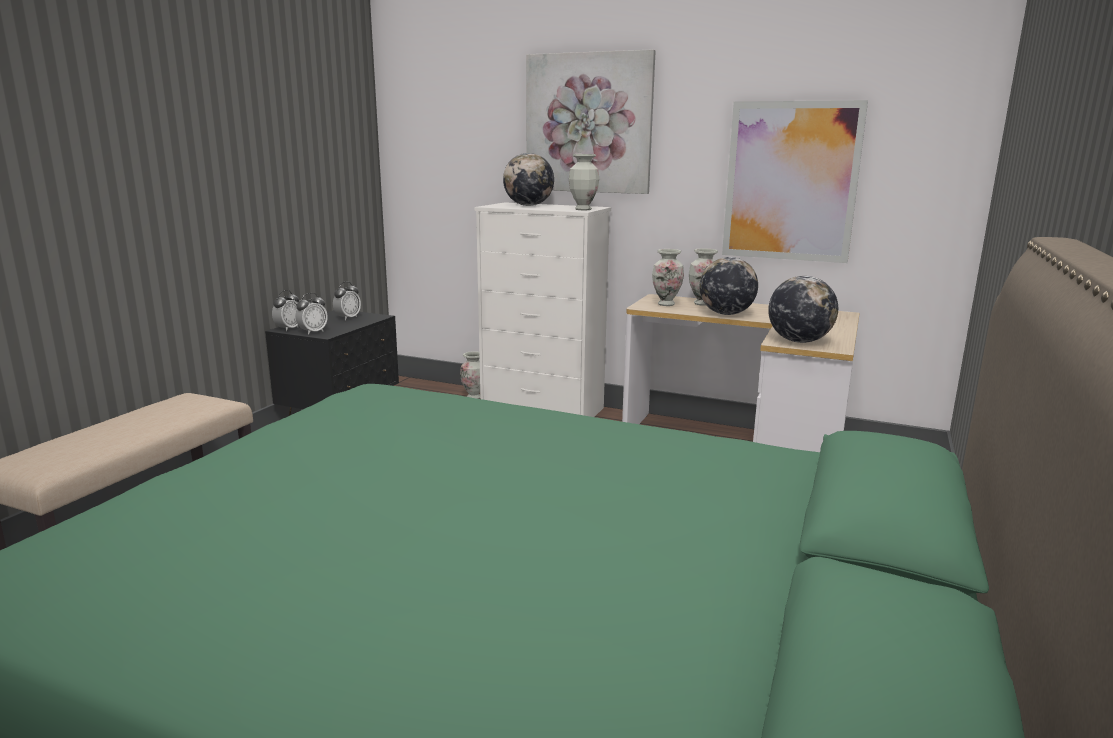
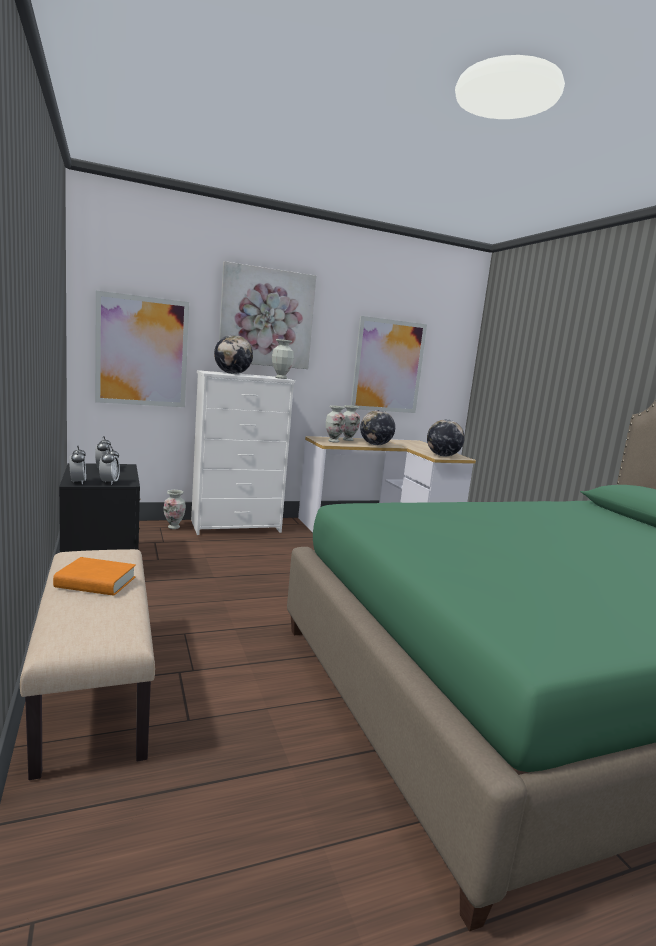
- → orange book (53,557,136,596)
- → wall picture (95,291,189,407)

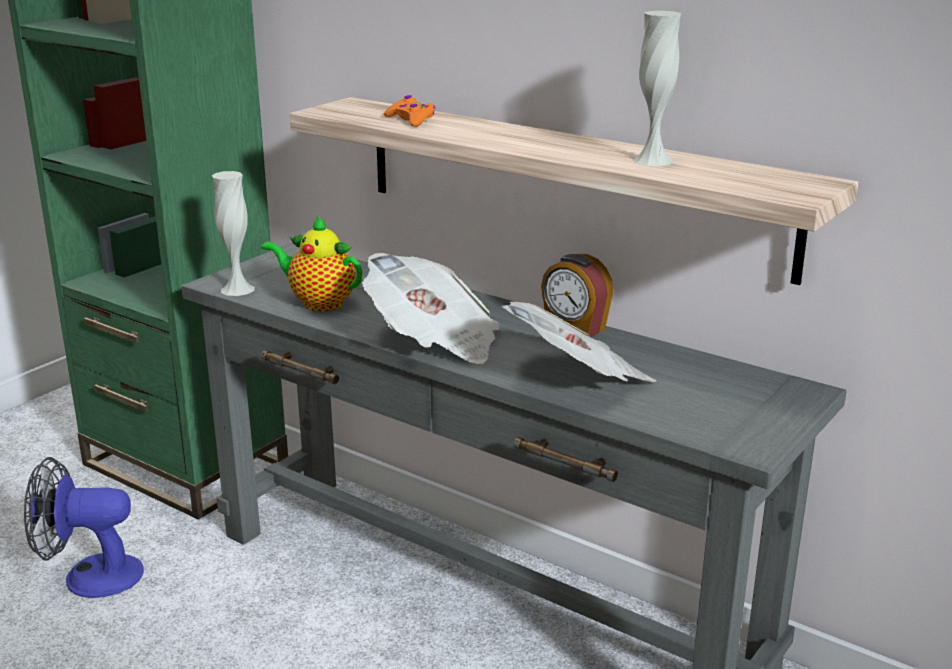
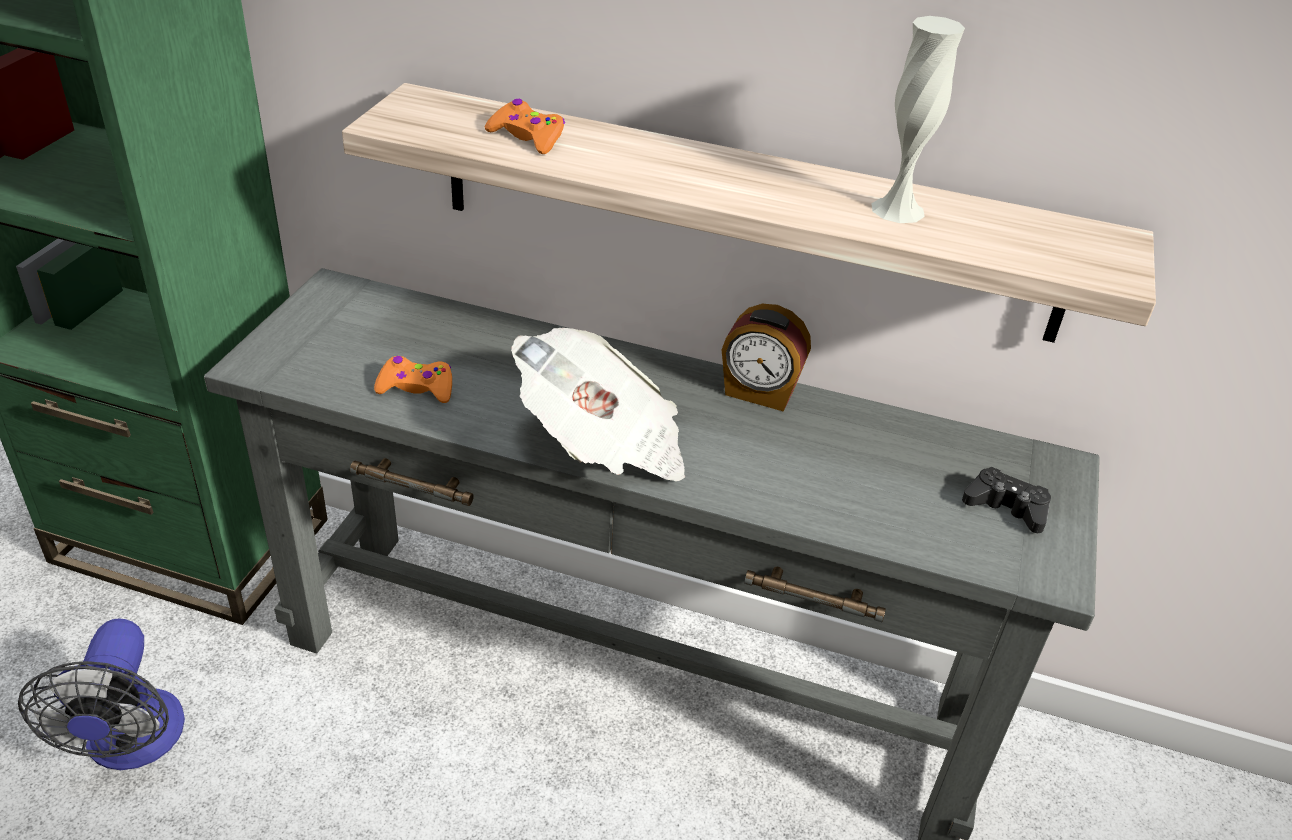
electric fan (24,457,144,598) → electric fan (18,618,185,770), 75 degrees counterclockwise
tea pot (261,216,362,311) → orange joypad (374,356,452,403)
- → blackish joypad (962,467,1051,533)
white vase (212,171,254,296) → -
newspaper (501,302,656,382) → -

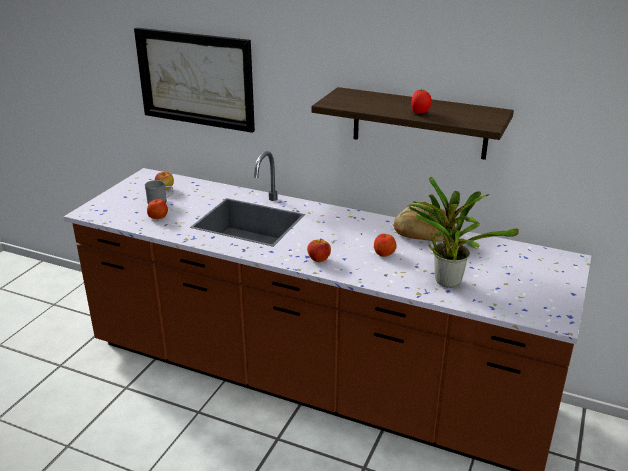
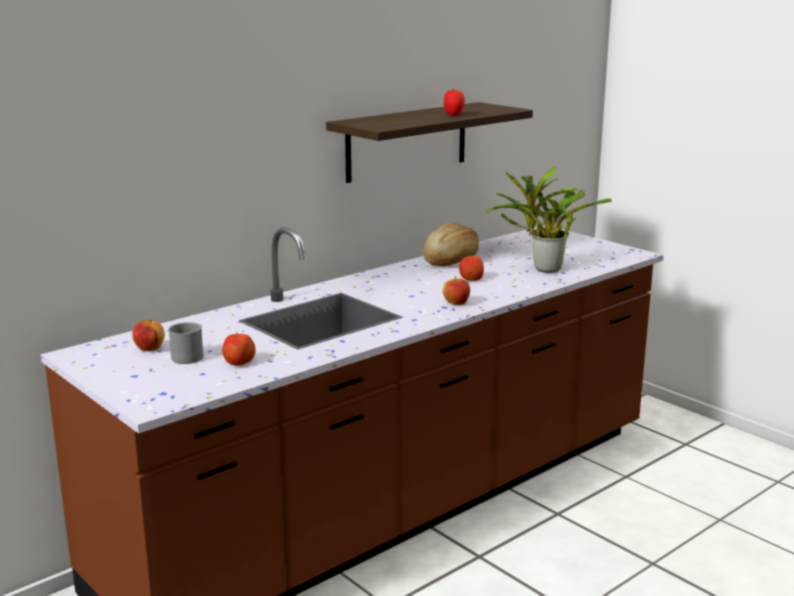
wall picture (134,28,255,133) → -

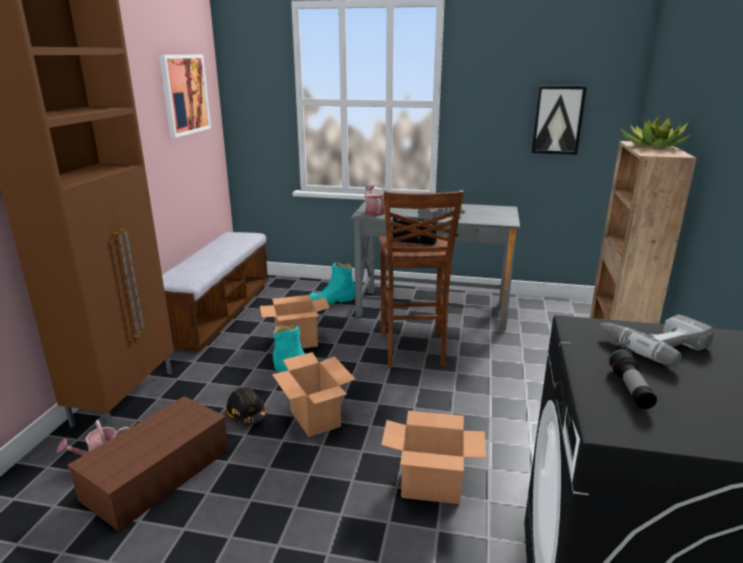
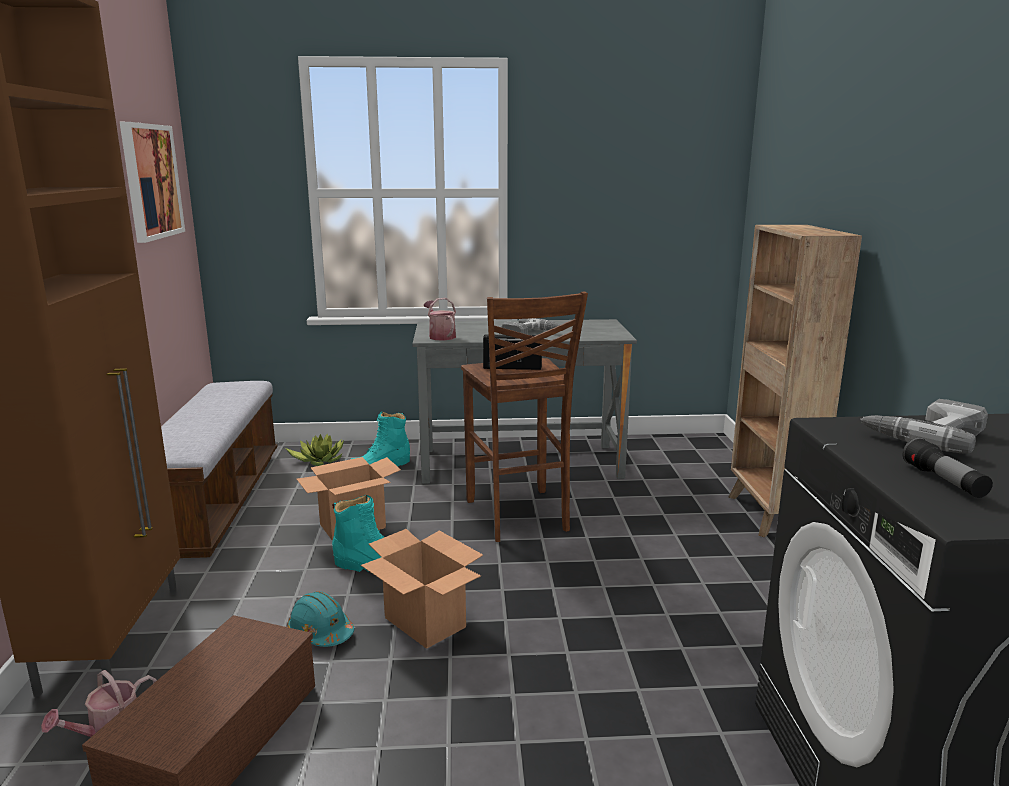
plant in a pot (620,116,692,149) → plant in a pot (285,434,344,466), shifted
blackish hard hat (225,387,267,425) → turquoise hard hat (287,591,354,647)
carton (381,411,486,504) → -
wall picture (531,85,587,155) → -

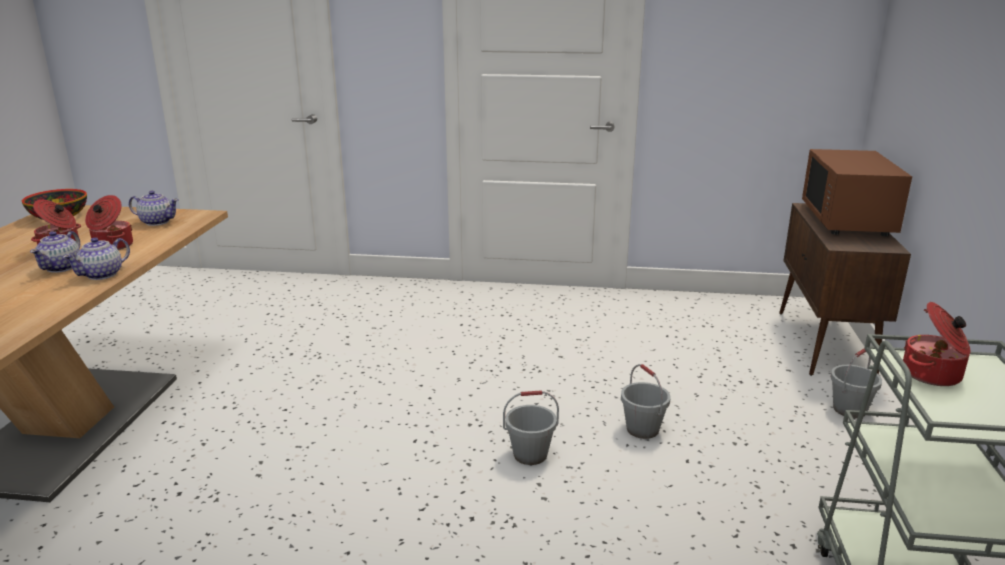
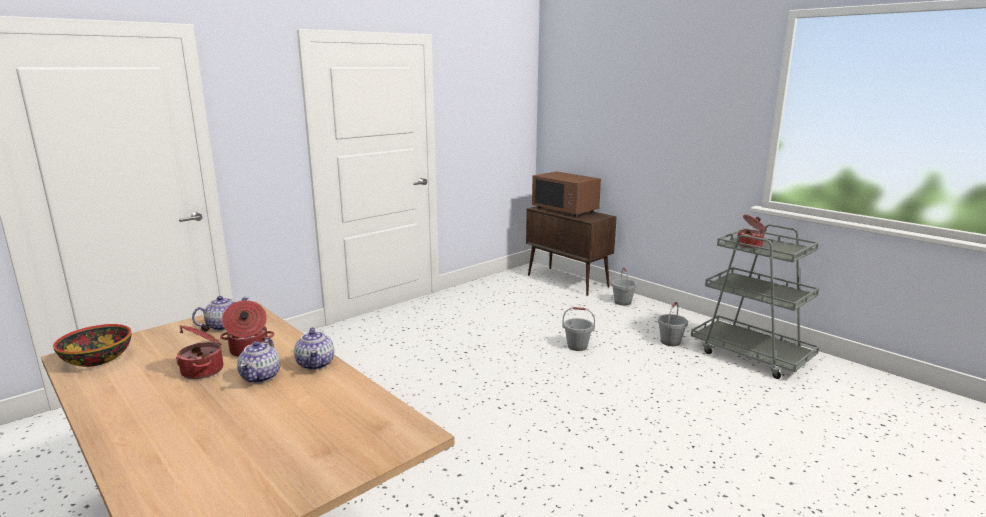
tea pot (30,231,80,273) → tea pot (237,338,280,383), 45 degrees clockwise
gray pail (503,390,559,465) → gray pail (658,302,688,346), shifted

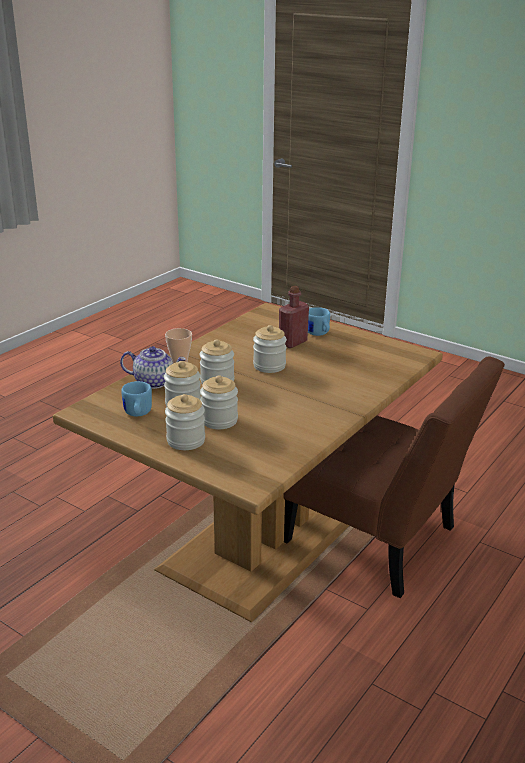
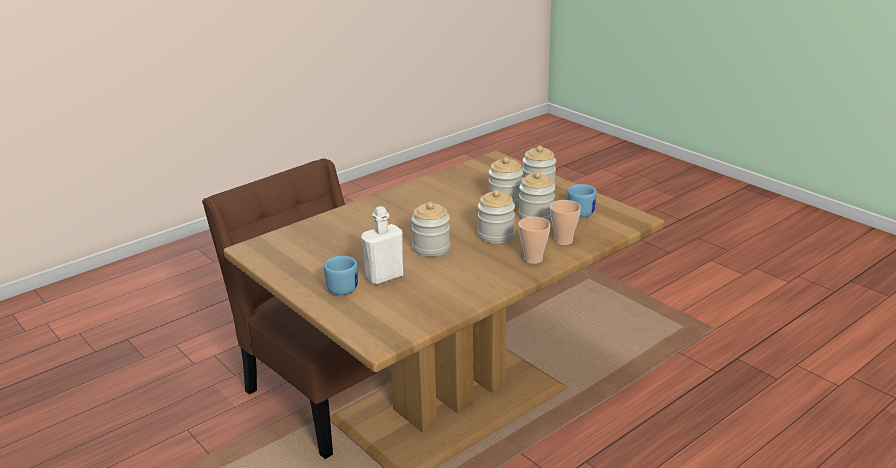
red drink bottle (279,286,309,348) → white drink bottle (361,206,404,285)
tea pot (120,346,186,389) → drinking cup (550,200,581,245)

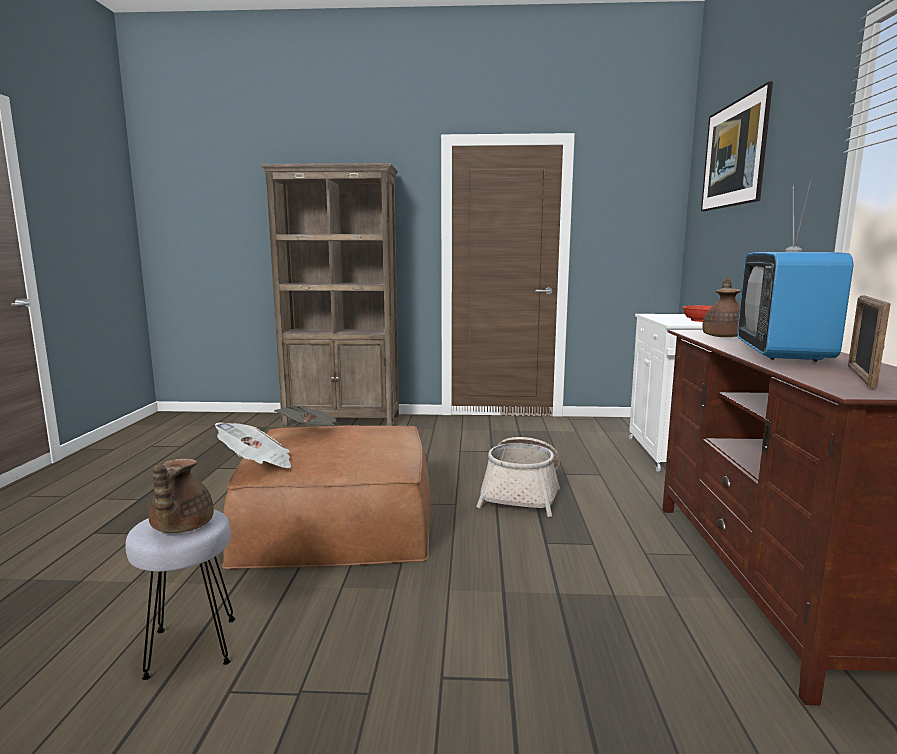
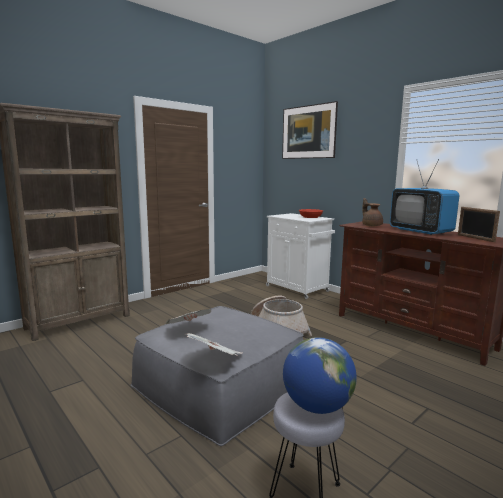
brown-coloured footrest (222,425,430,569) → gray footrest (131,306,304,446)
brown-coloured tea pot (148,458,214,533) → desk globe (283,337,357,414)

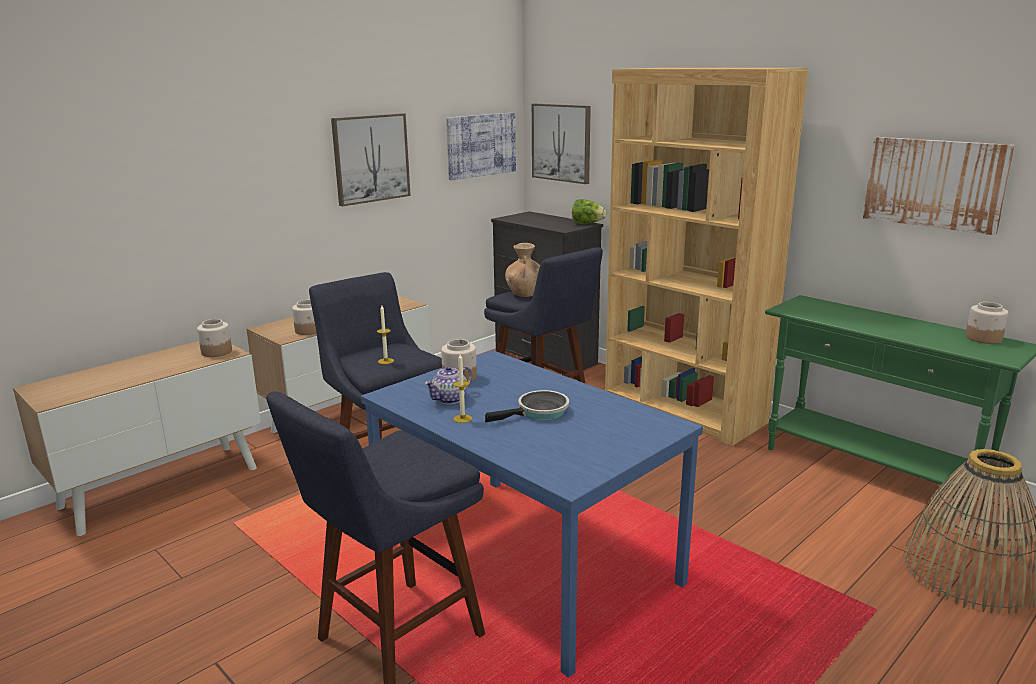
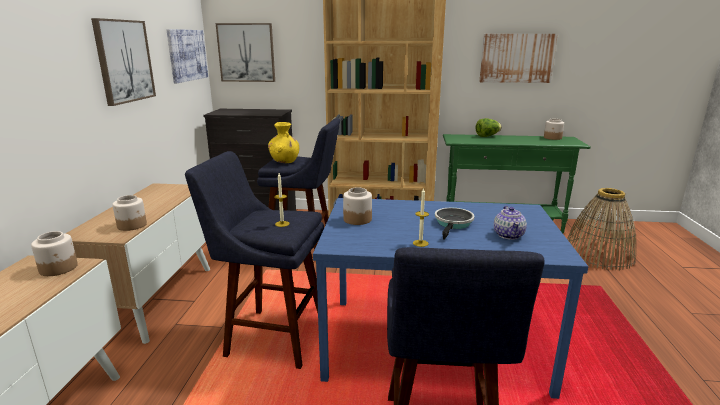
brown-coloured vase (505,243,540,297) → yellowish vase (268,122,299,163)
lettuce (572,199,606,224) → lettuce (476,118,502,137), shifted
tea pot (425,366,472,404) → tea pot (494,206,527,240), shifted

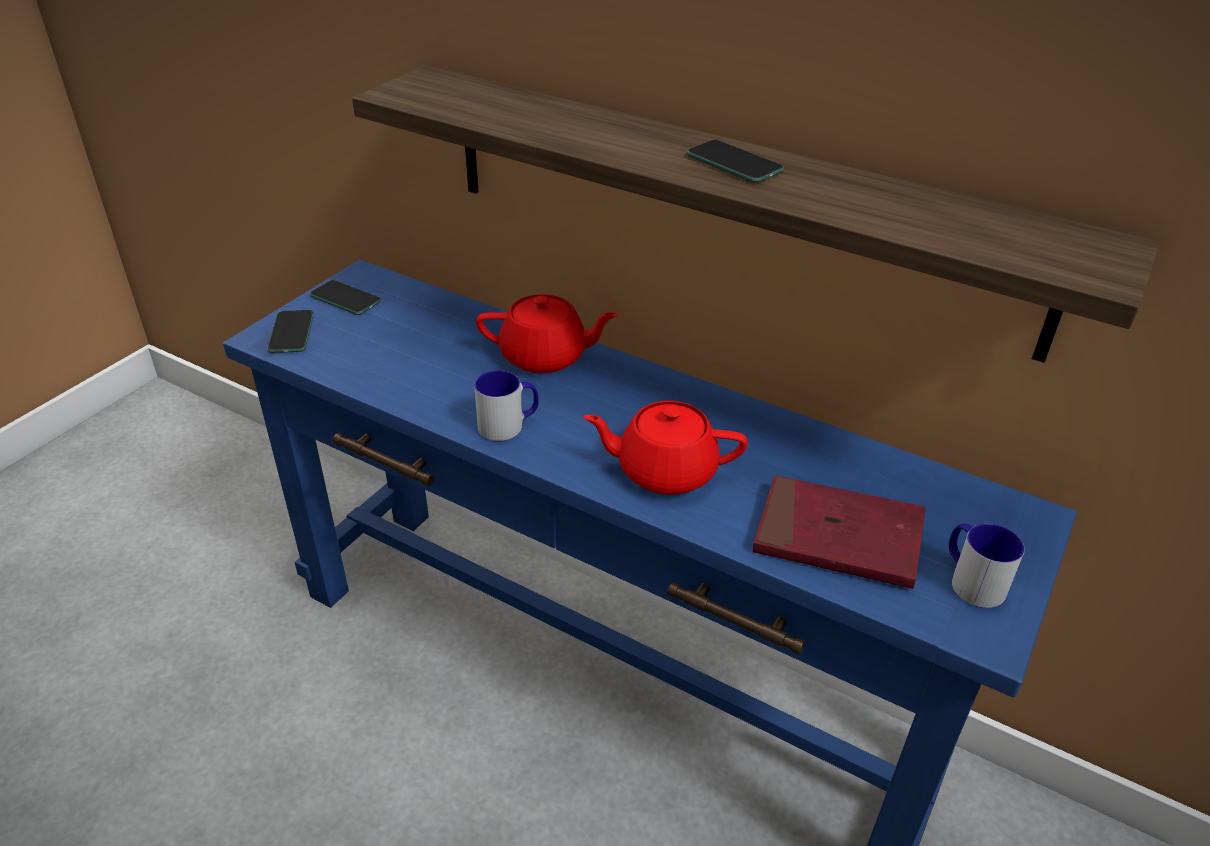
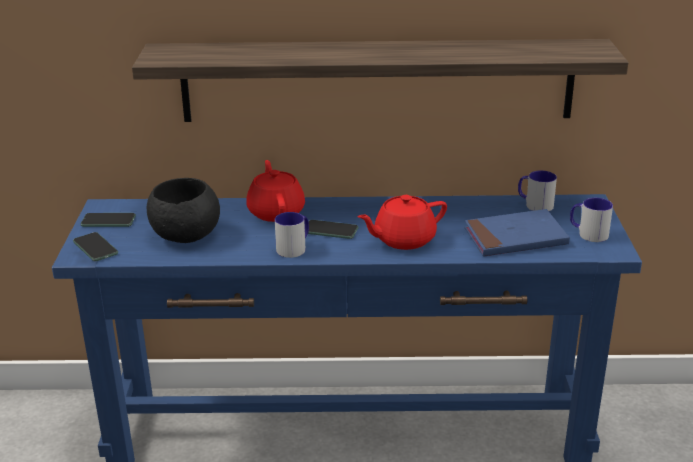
- → blackish bowl (147,178,220,243)
red tea pot (476,294,618,373) → red tea pot (246,160,305,222), 75 degrees counterclockwise
handset (687,140,784,183) → handset (308,220,359,239), shifted
red book (753,475,926,589) → bluish book (464,209,570,257)
- → tea mug (518,170,557,211)

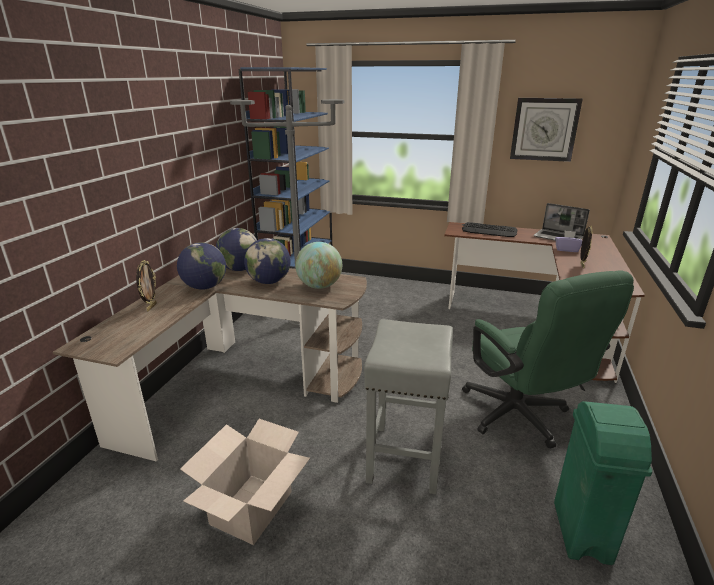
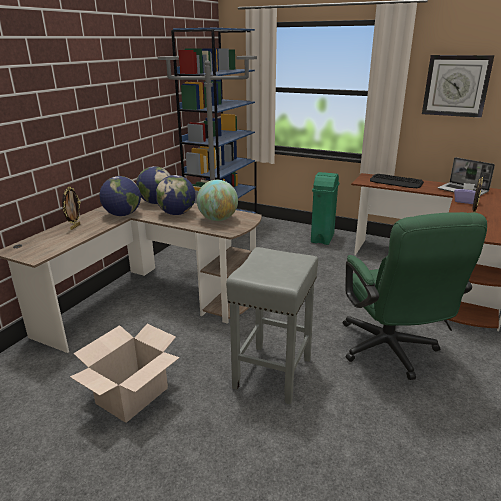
green-coloured trash can (554,401,652,565) → green-coloured trash can (311,172,339,245), shifted

